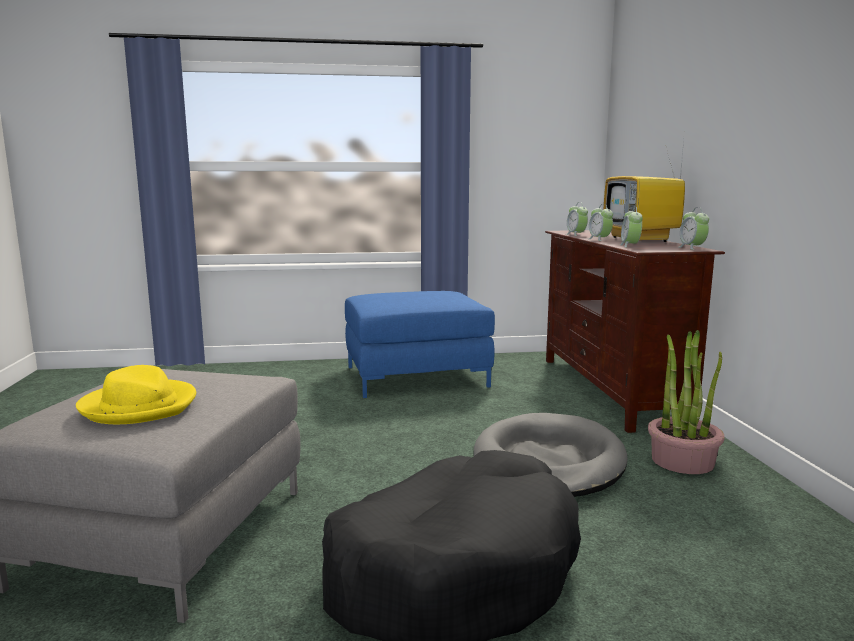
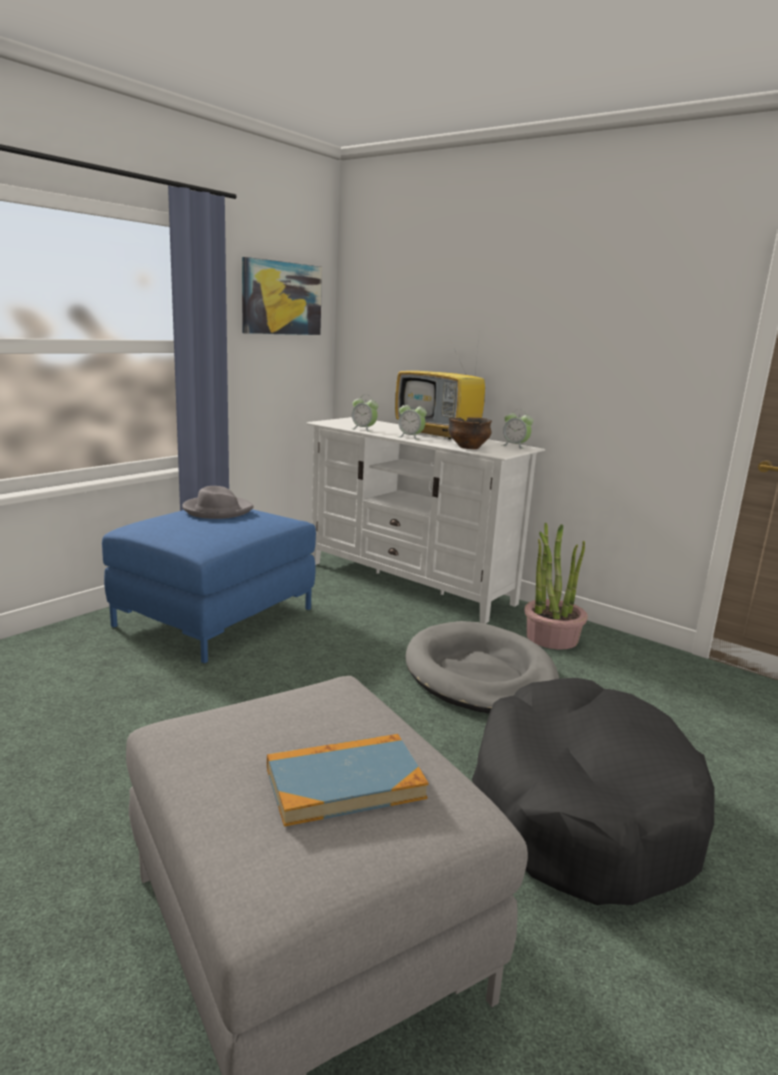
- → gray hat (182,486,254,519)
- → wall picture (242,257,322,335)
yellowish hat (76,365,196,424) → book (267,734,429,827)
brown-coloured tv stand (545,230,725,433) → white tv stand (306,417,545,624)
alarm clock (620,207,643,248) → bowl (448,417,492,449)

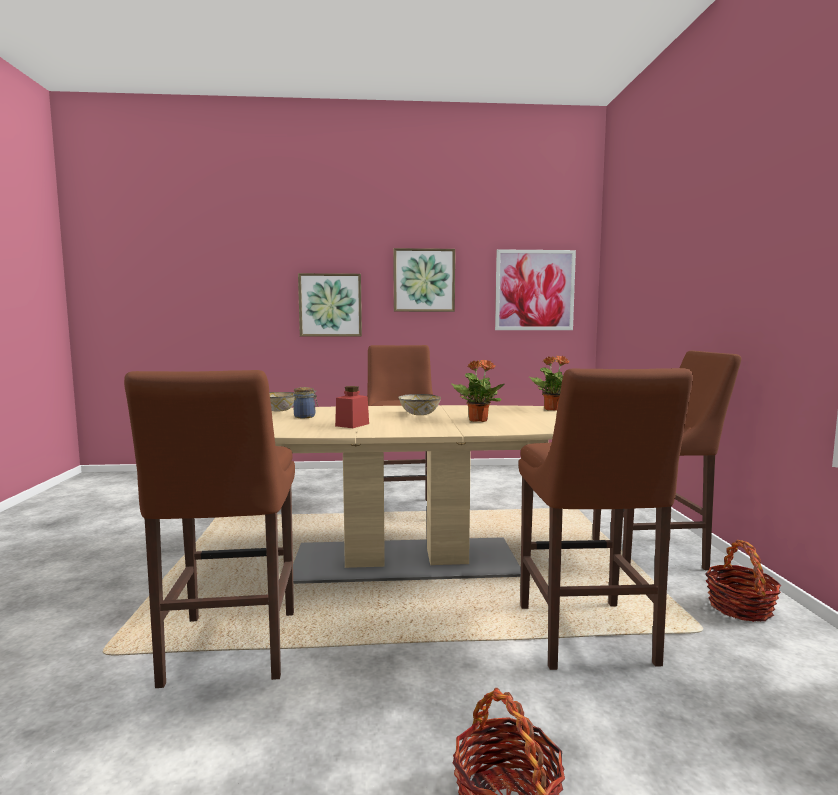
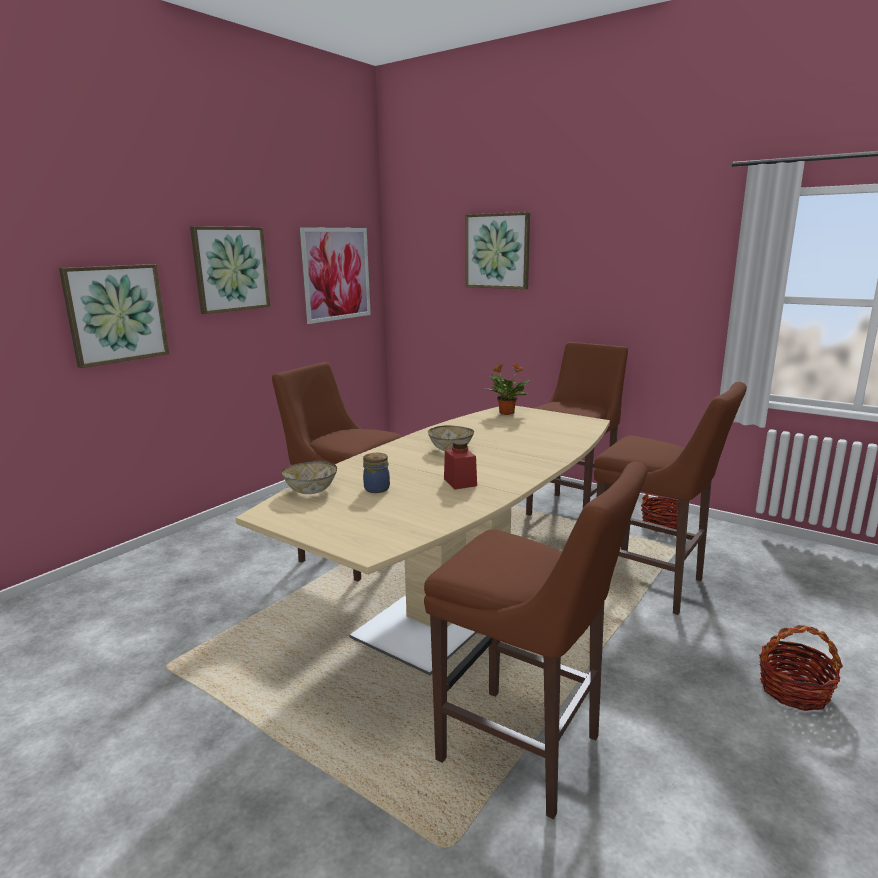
- → wall picture (465,212,530,289)
plant in a pot (451,360,504,422) → -

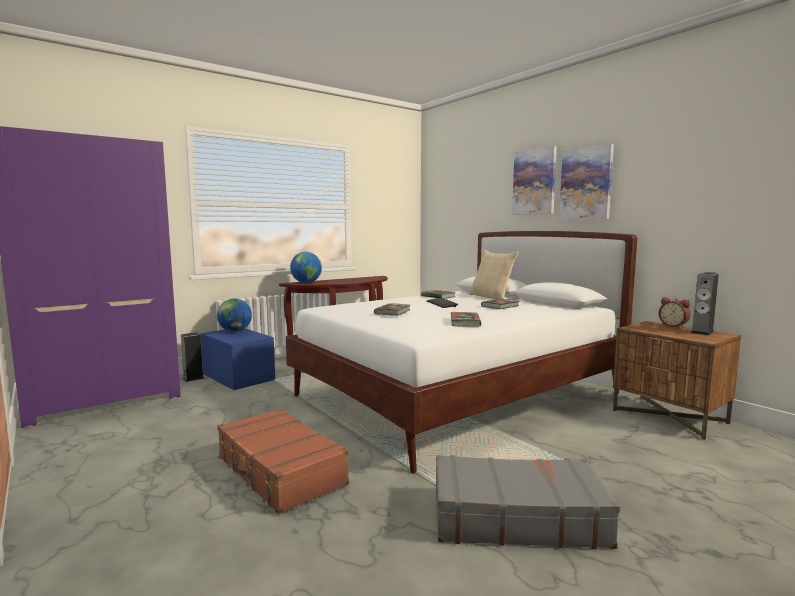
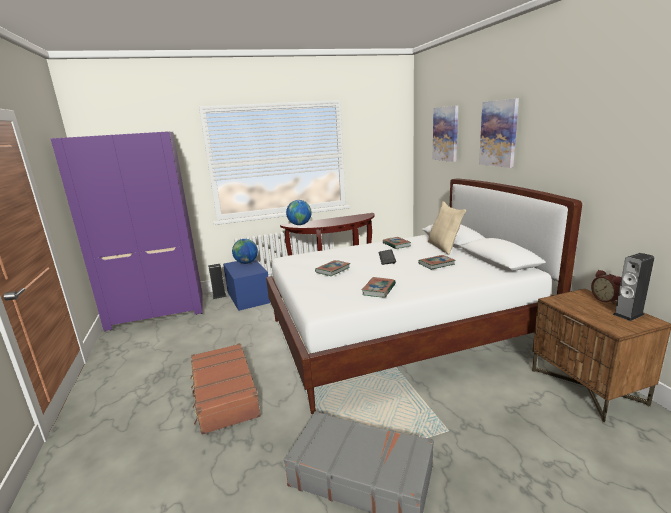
wall picture (559,144,614,220) → wall picture (433,106,458,162), shifted

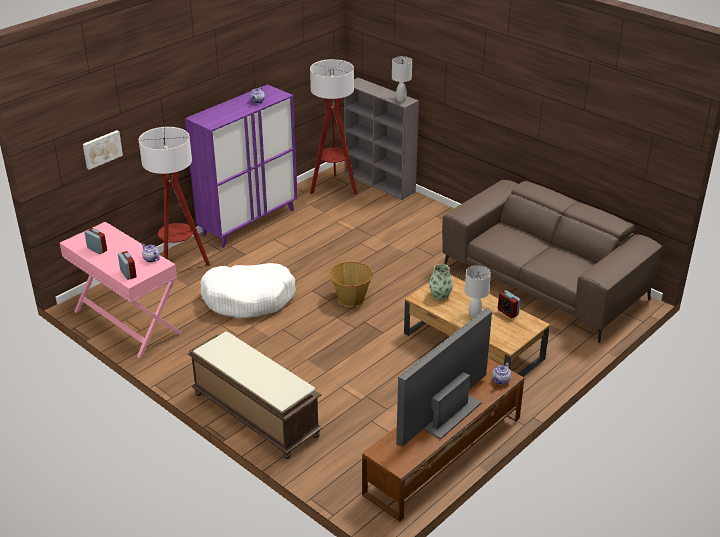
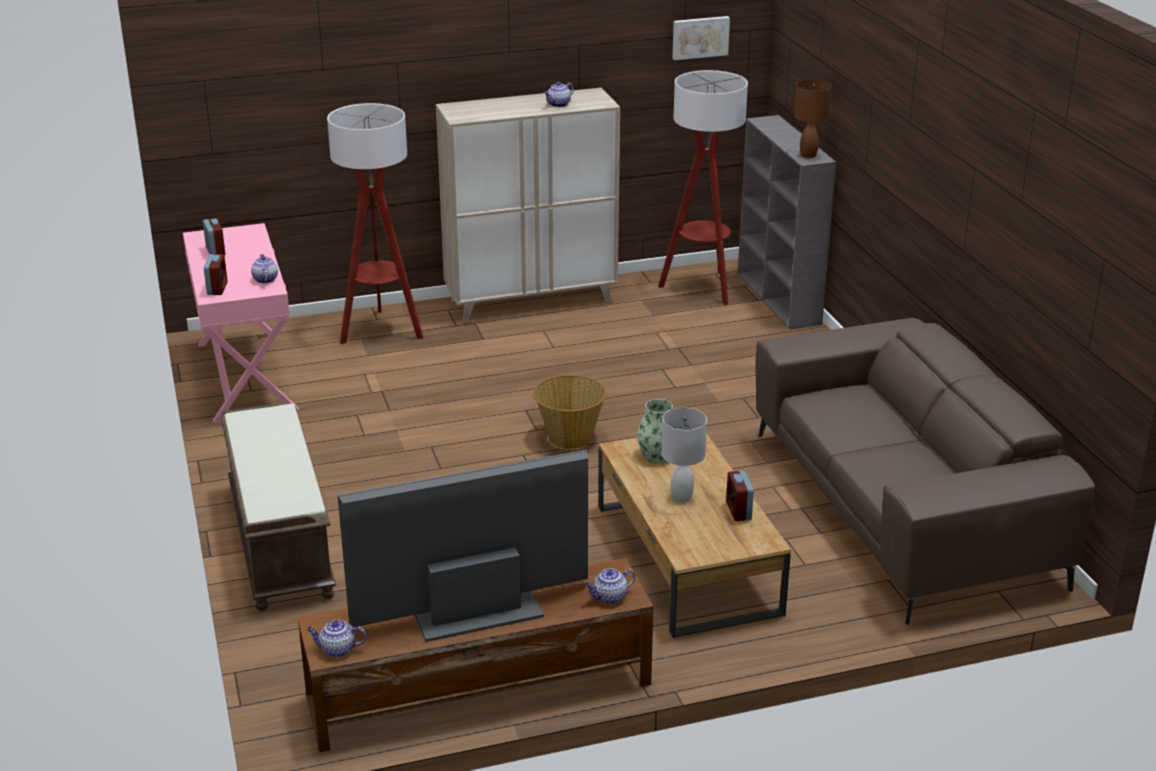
- → tea pot (307,620,366,657)
purple-coloured cupboard (185,84,298,247) → beige cupboard (436,88,620,322)
wall picture (83,130,123,170) → wall picture (672,16,730,60), shifted
white table lamp (392,56,412,102) → brown-coloured table lamp (794,80,831,158)
white dog bed (200,263,296,319) → -

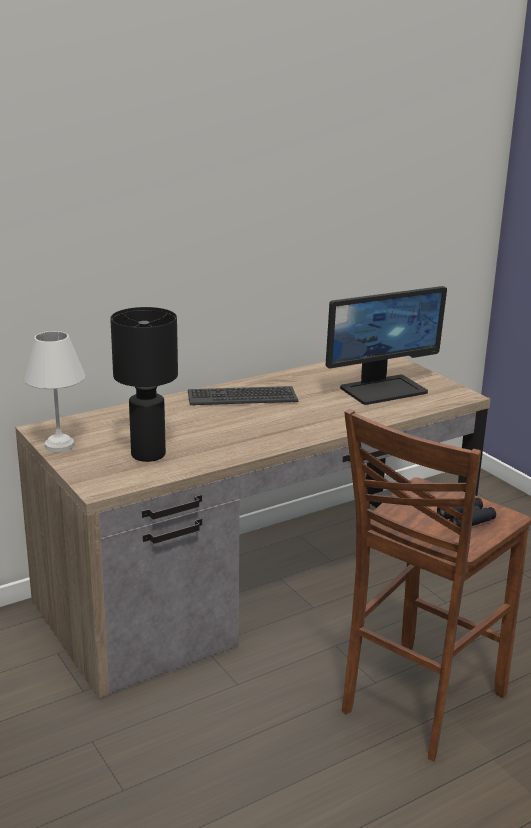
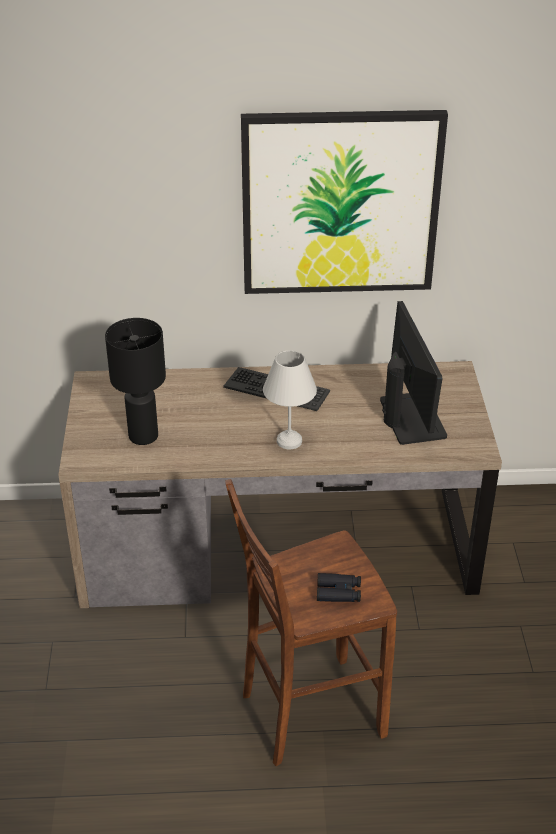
- → wall picture (241,110,448,294)
white table lamp (23,331,85,452) → white table lamp (263,350,317,449), shifted
computer display (326,286,447,405) → computer display (380,301,447,445), 105 degrees counterclockwise

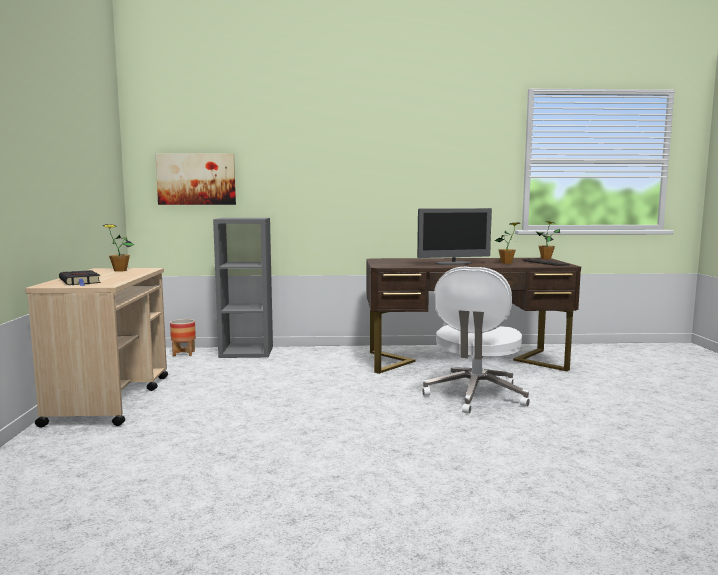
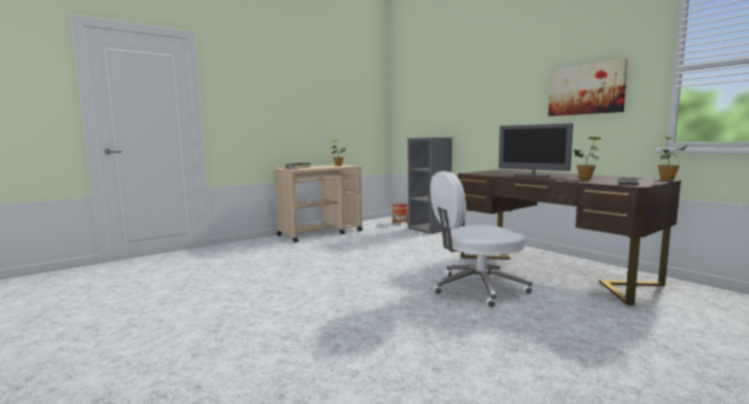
wall picture (155,153,236,205) → wall picture (548,59,628,116), shifted

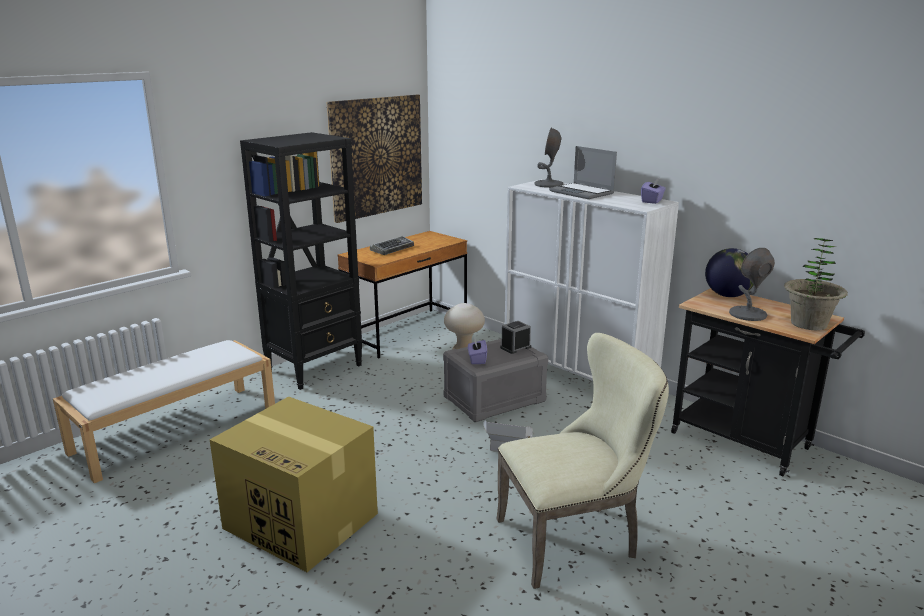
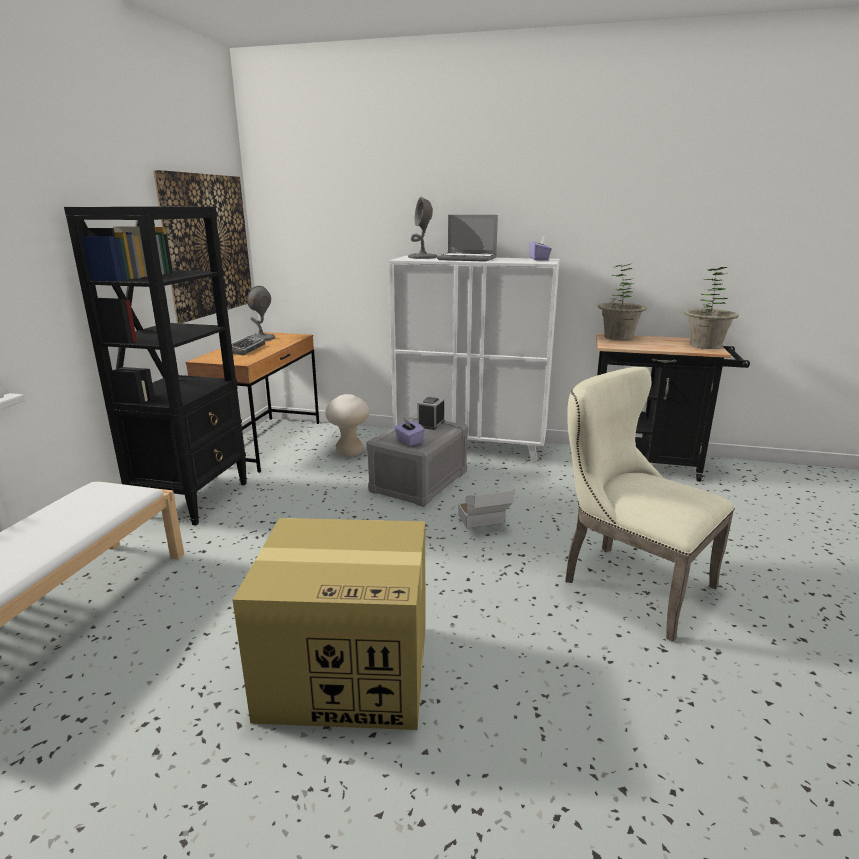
gray table lamp (729,248,775,321) → gray table lamp (247,286,275,341), shifted
beige plain chair (497,333,669,589) → beige plain chair (565,367,735,642), 90 degrees counterclockwise
desk globe (705,248,754,297) → plant in a pot (598,263,647,340)

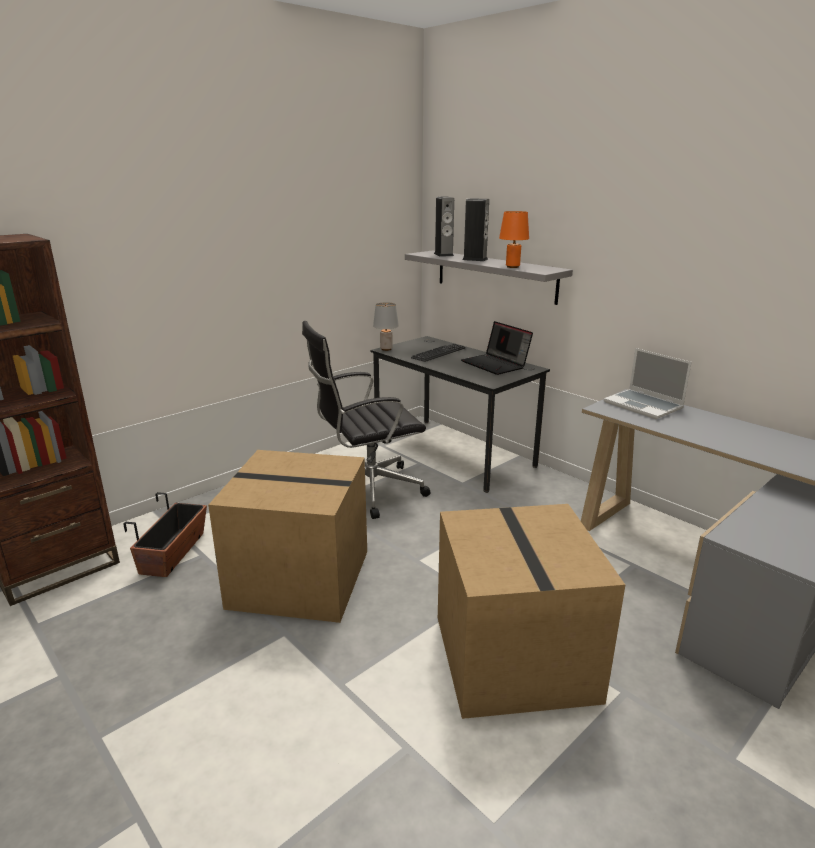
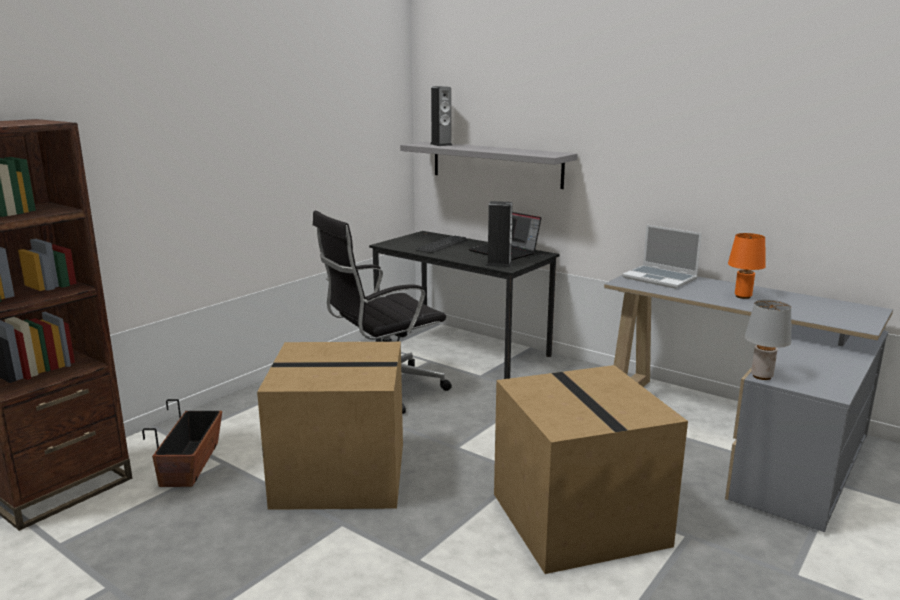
loudspeaker (462,198,489,261) → loudspeaker (486,201,513,267), shifted
orange table lamp (499,211,529,268) → orange table lamp (728,233,766,299), shifted
gray table lamp (373,302,399,351) → gray table lamp (745,300,791,380), shifted

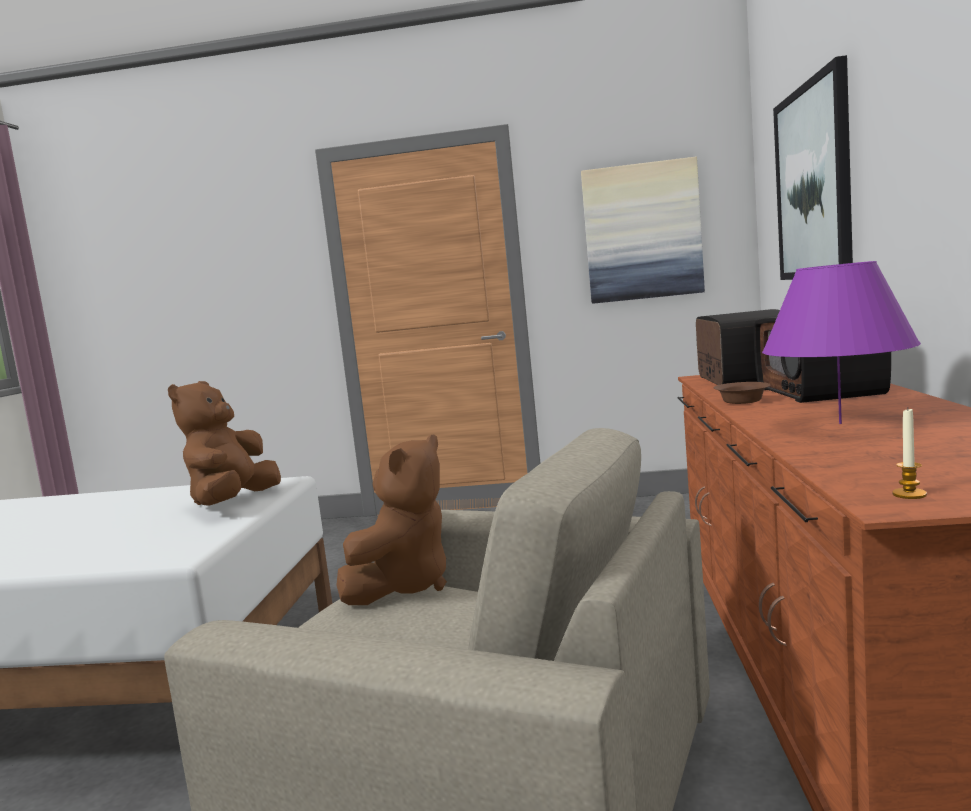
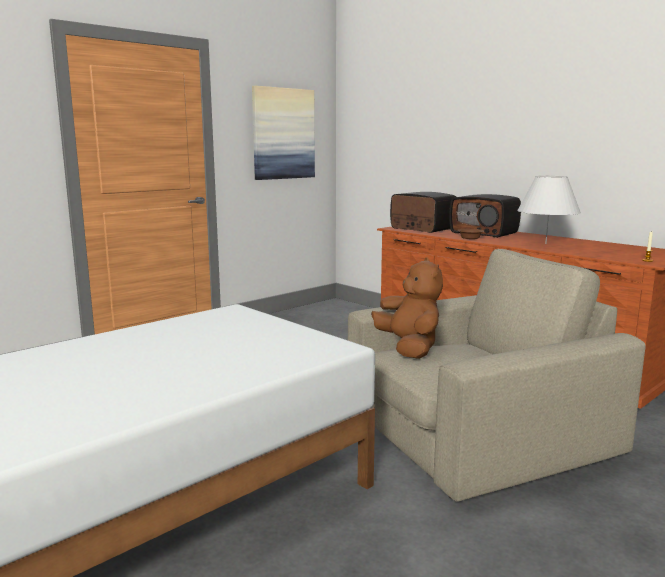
purple-coloured table lamp (762,261,921,424) → white table lamp (517,176,581,244)
brown-coloured soft toy (168,381,281,506) → -
wall picture (773,55,853,280) → -

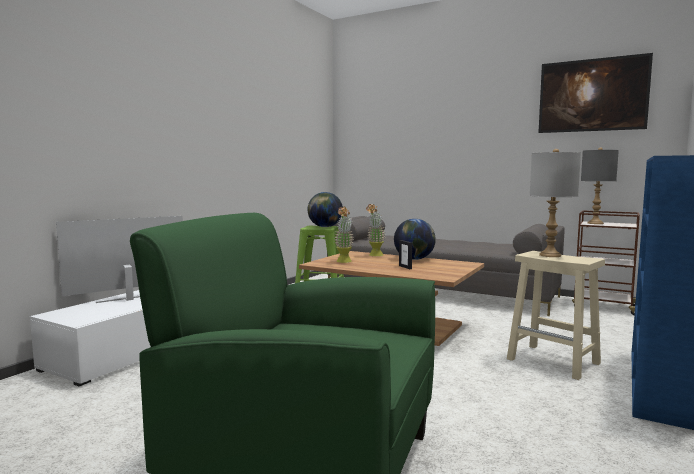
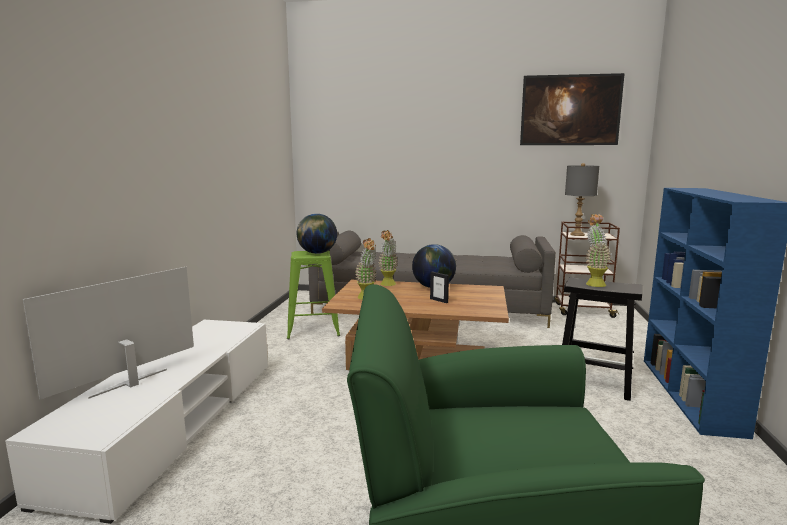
beige stool (507,251,605,380) → blackish stool (562,277,642,401)
gray table lamp (530,149,581,257) → plant in a pot (586,214,611,287)

